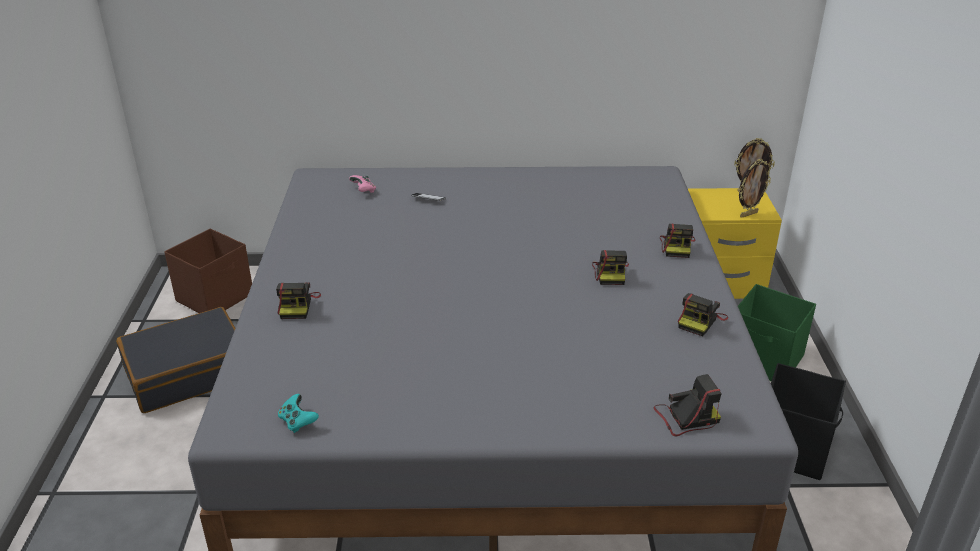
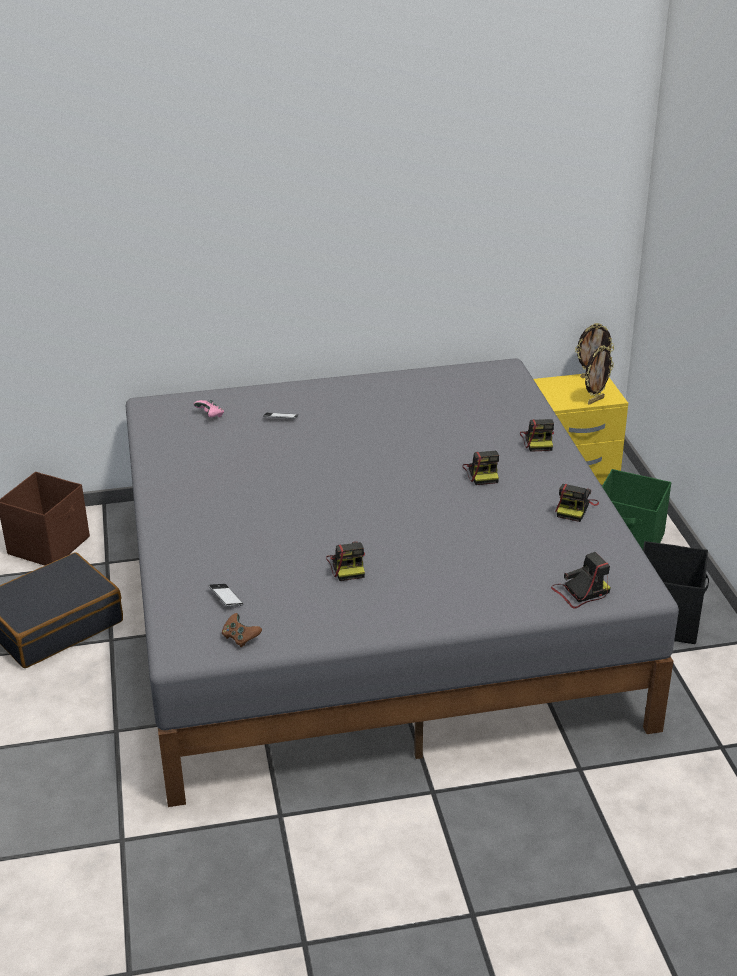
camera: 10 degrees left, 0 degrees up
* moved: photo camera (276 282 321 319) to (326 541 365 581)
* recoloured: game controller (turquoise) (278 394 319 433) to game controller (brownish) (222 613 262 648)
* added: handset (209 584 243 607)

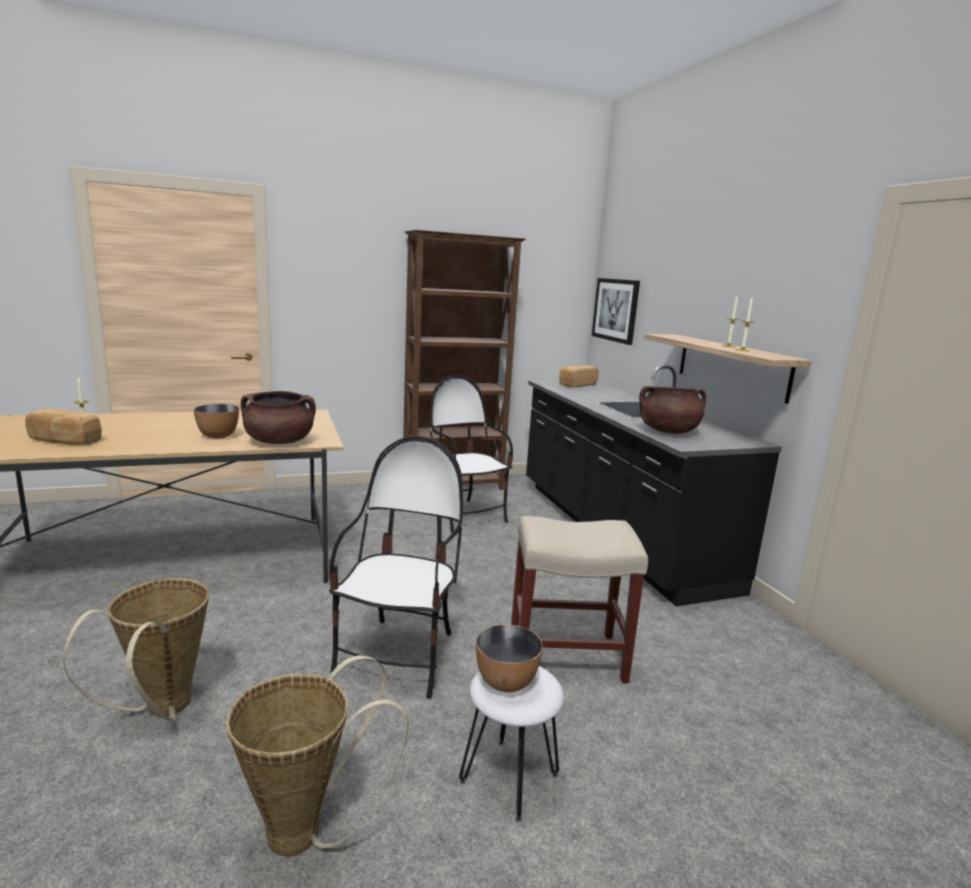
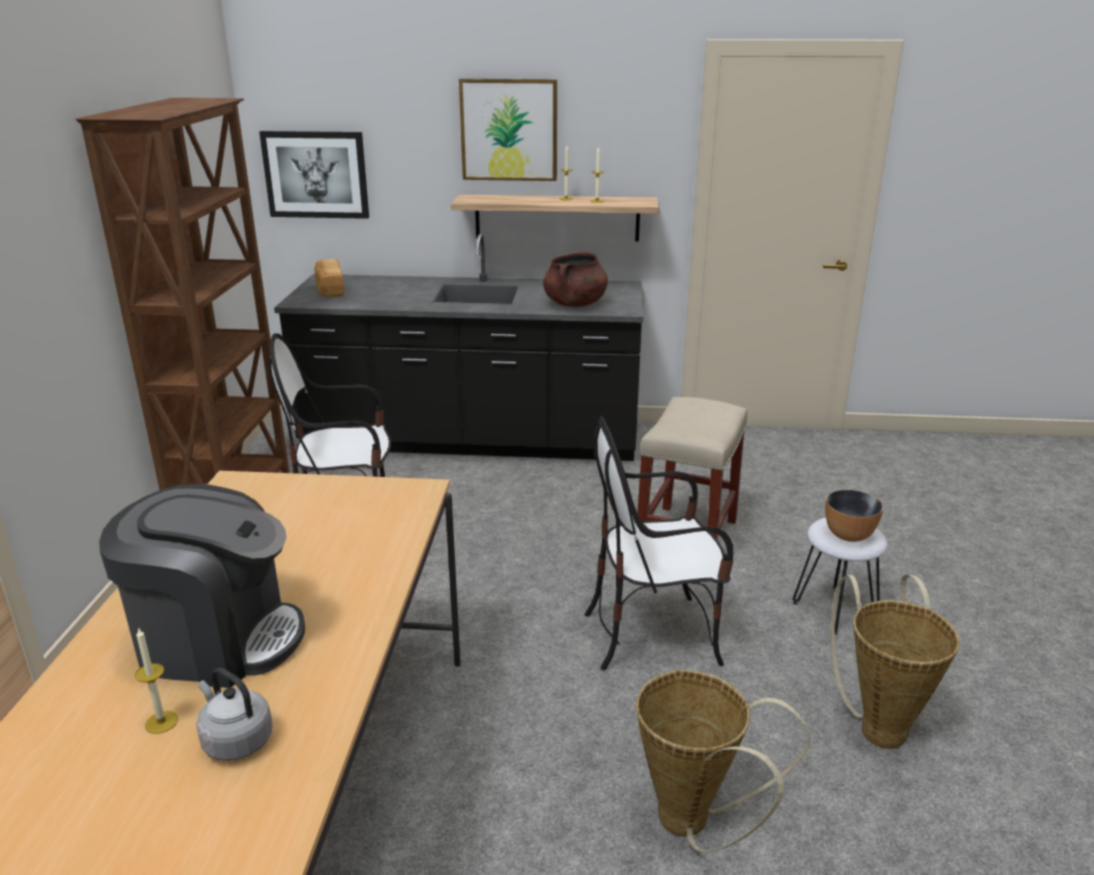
camera: 65 degrees left, 10 degrees up
* removed: stockpot (brownish) (241 391 316 444)
* removed: bowl (194 404 239 439)
* replaced: bakery bread (25 408 101 445) to water kettle (gray) (196 668 273 761)
* turned: upright chair (329 436 463 699) = (584 416 733 670) 45 degrees counterclockwise
* added: wall picture (459 79 557 181)
* added: coffee brewer (99 484 305 688)

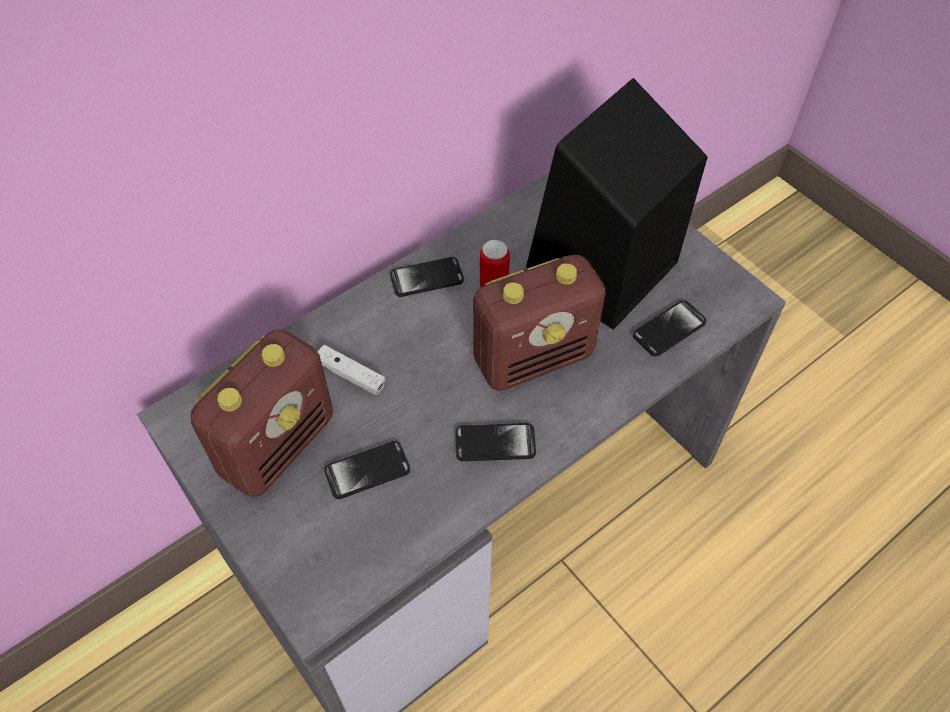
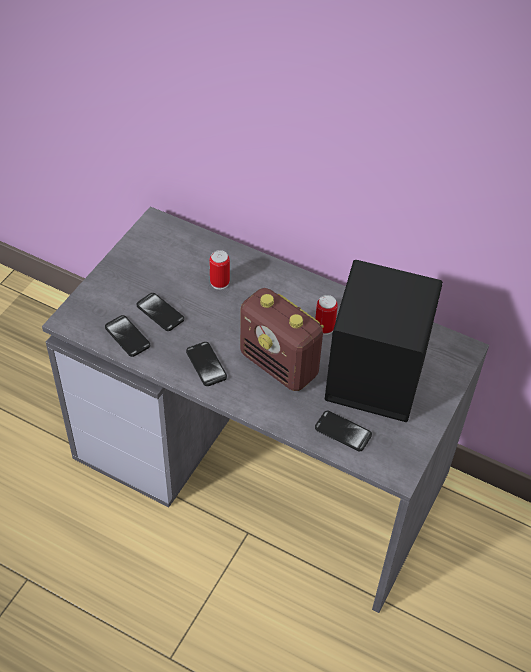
camera: 65 degrees right, 5 degrees down
* moved: handset (390 257 464 297) to (105 315 150 357)
* removed: radio (191 330 333 497)
* replaced: game controller (white-coloured) (317 345 385 395) to metal can (209 250 230 290)

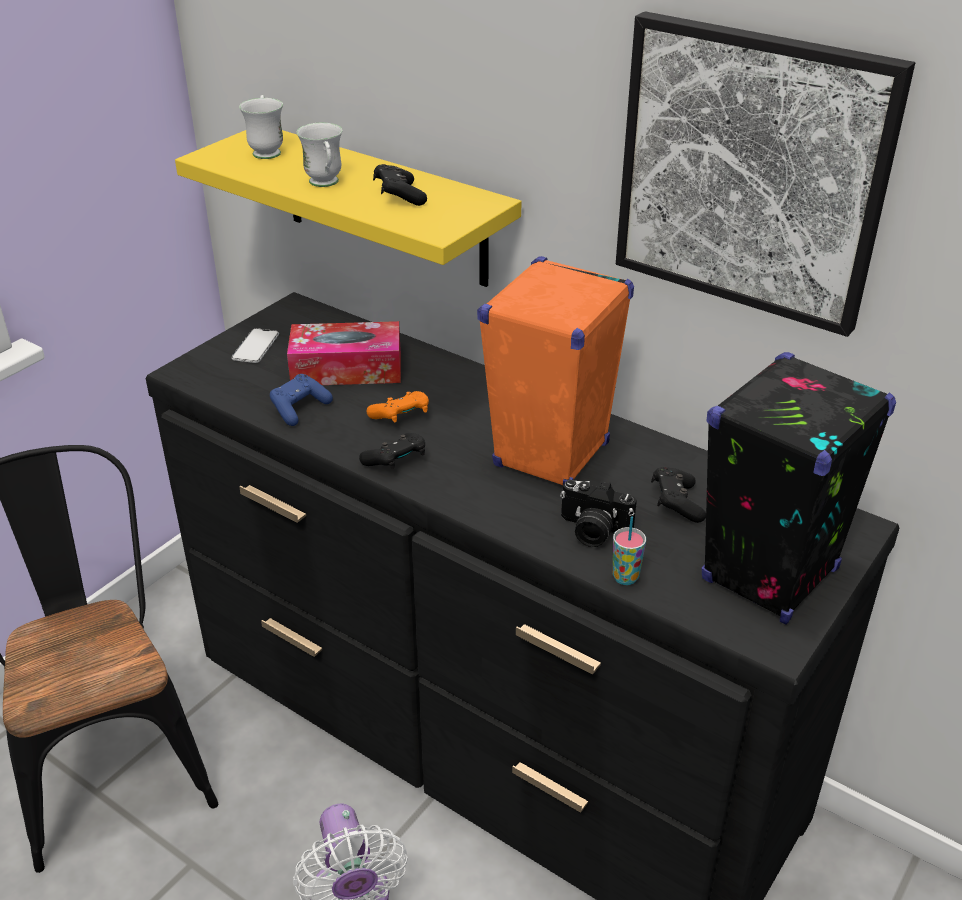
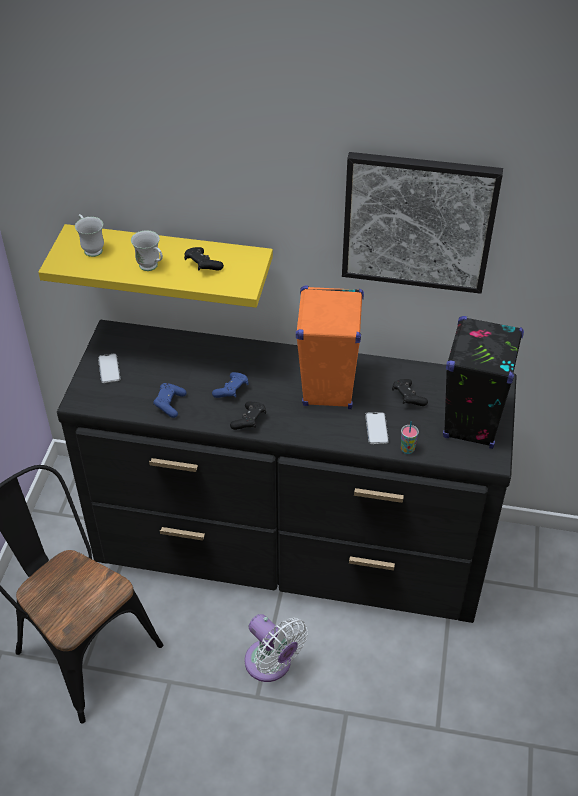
camera: 25 degrees left, 10 degrees up
* removed: tissue box (287 321 401 385)
* recoloured: game controller (orange-coloured) (367 391 429 422) to game controller (blue) (212 372 249 398)
* replaced: photo camera (560 480 637 547) to handset (365 412 389 444)

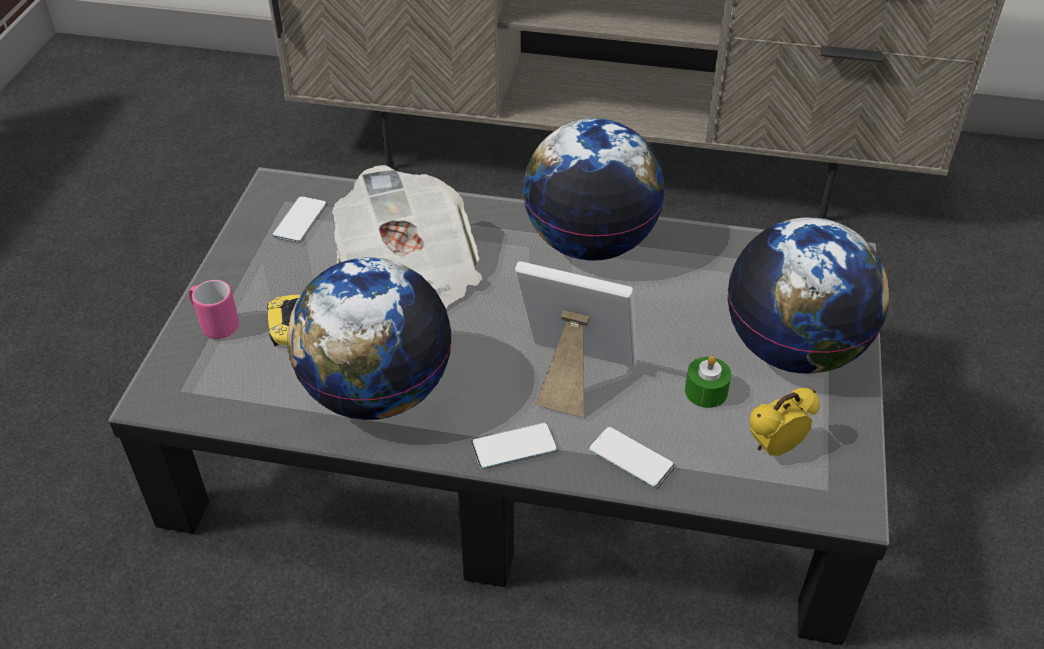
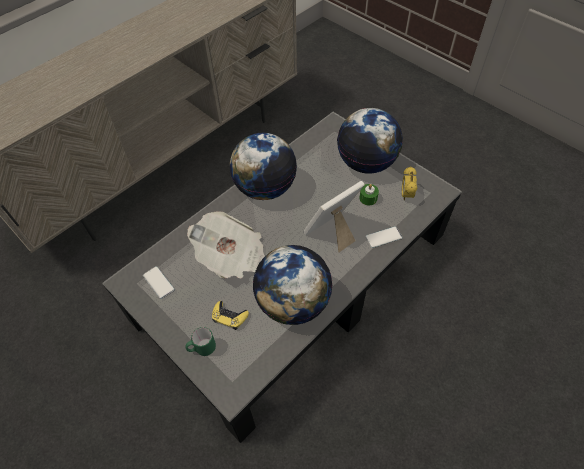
camera: 55 degrees left, 10 degrees up
* recoloured: mug (pinkish) (189 280 239 339) to mug (greenish) (185 327 216 356)
* removed: handset (471 422 557 469)

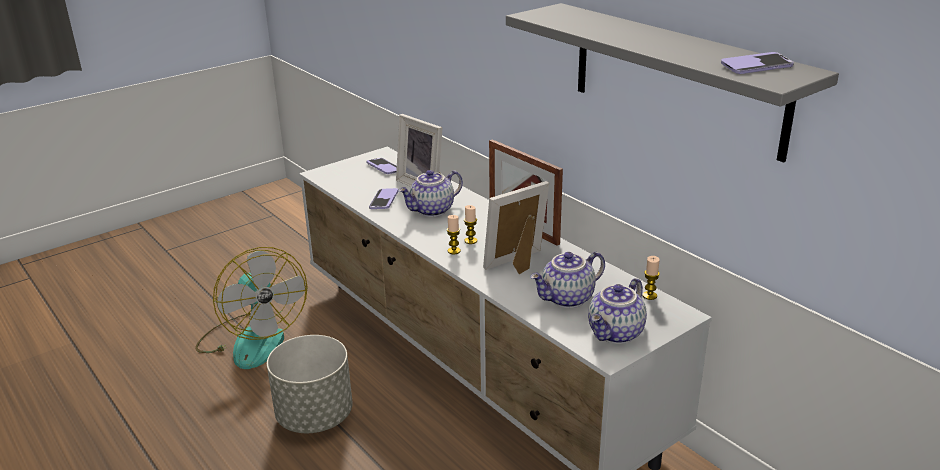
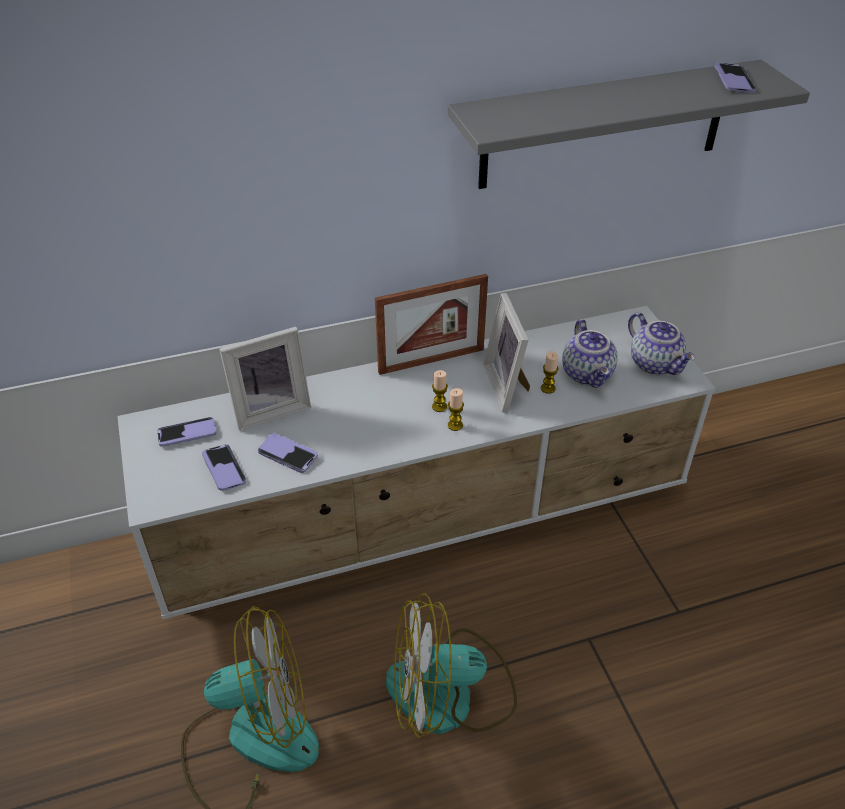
camera: 70 degrees left, 15 degrees up
* removed: pot for tea (398 170 463 217)
* moved: wax candle (642 256 660 300) to (541 351 559 394)
* replaced: planter (gray) (267 335 353 433) to fan (386 593 517 739)
* added: handset (202 444 246 491)

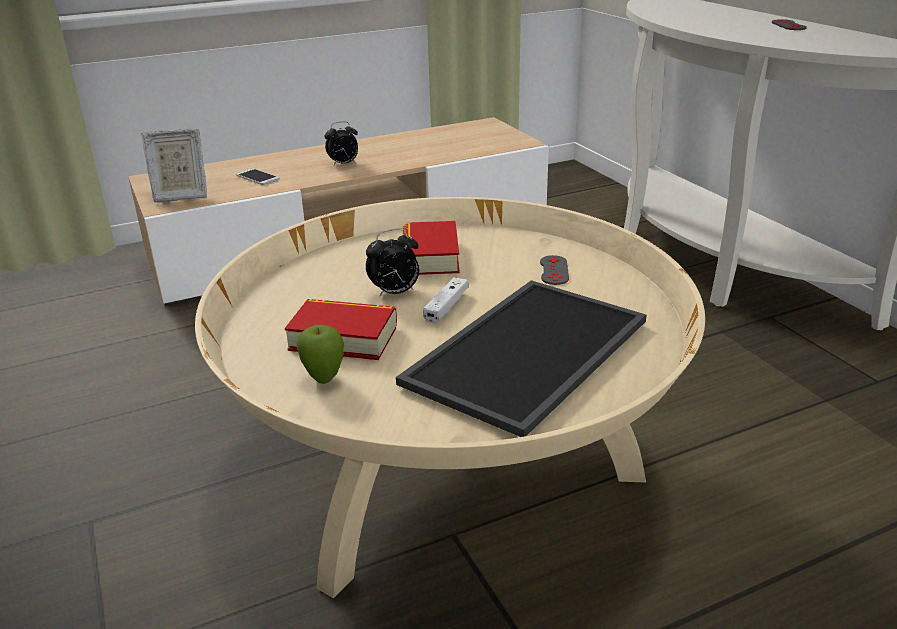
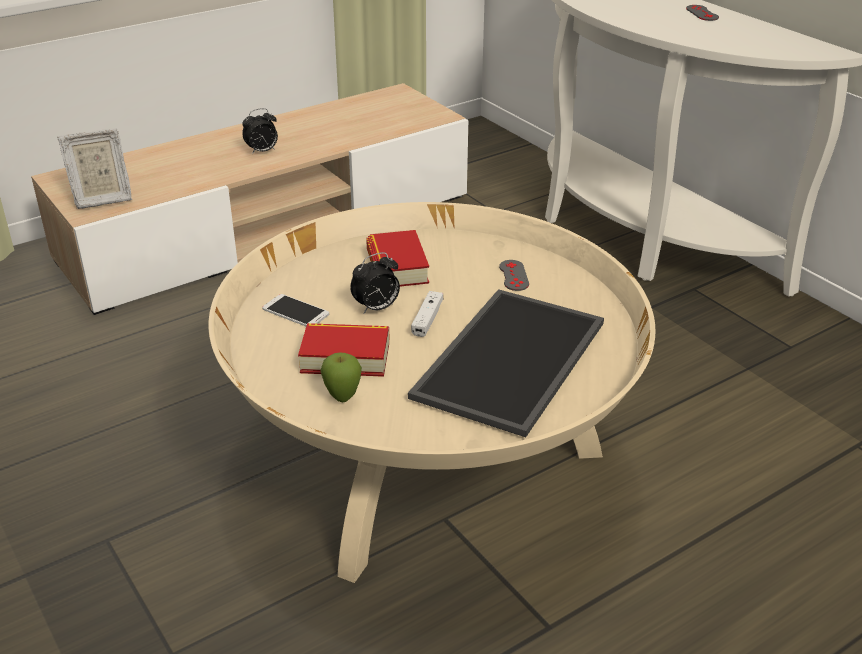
camera: 10 degrees left, 5 degrees up
* moved: handset (236 168 279 185) to (262 294 329 326)

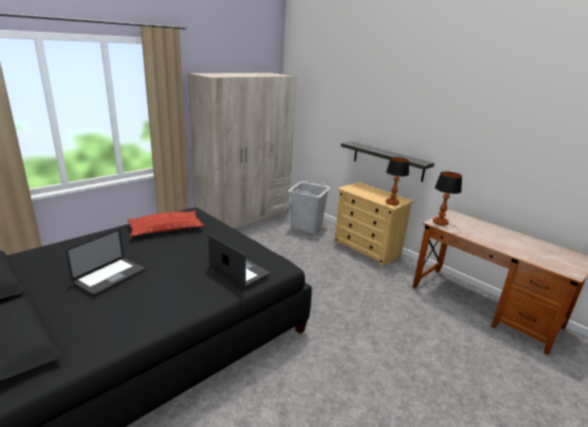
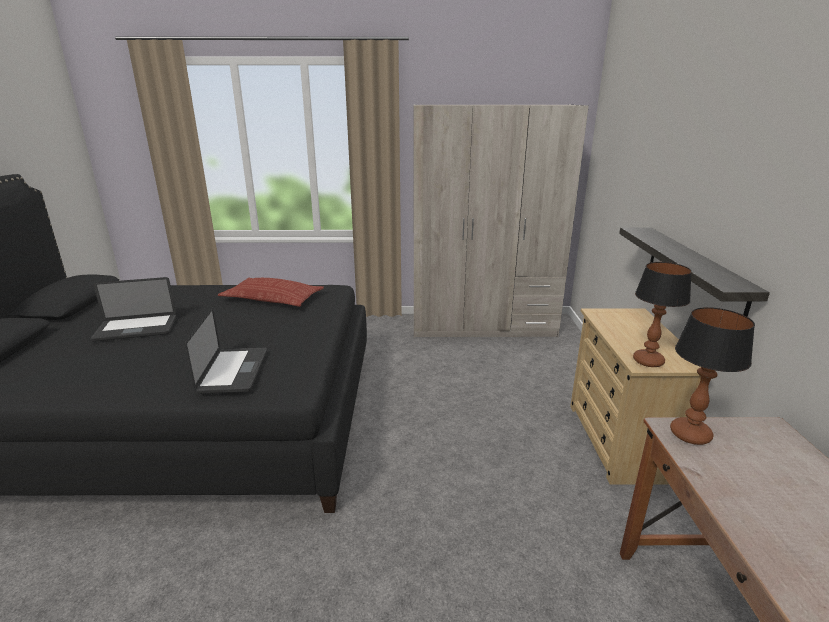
camera: 45 degrees right, 0 degrees up
* removed: hamper (gray) (288 181 331 234)

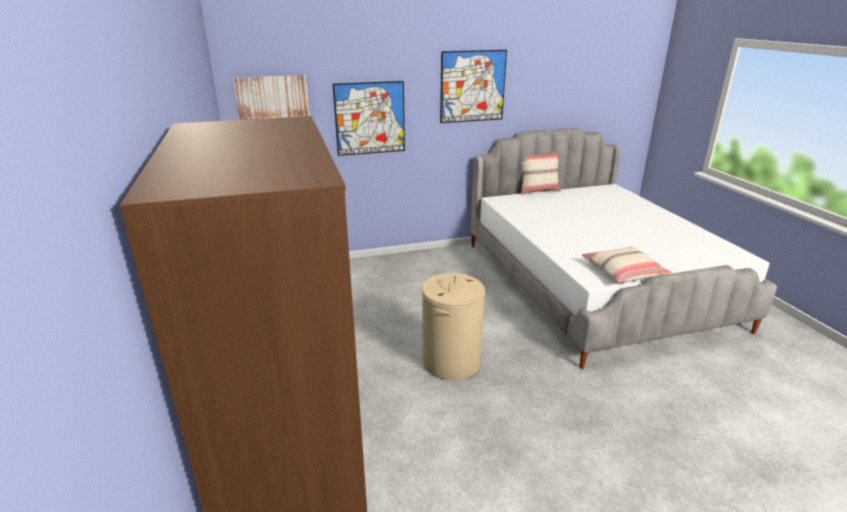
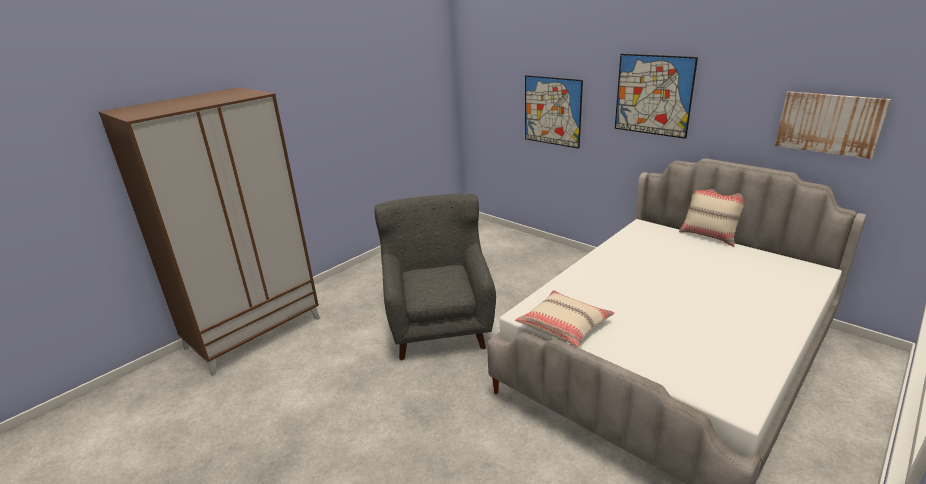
camera: 60 degrees right, 0 degrees up
* moved: wall picture (233 75 310 120) to (775 91 891 159)
* replaced: hamper (beige) (422 273 485 380) to armchair (gray) (374 194 496 360)

